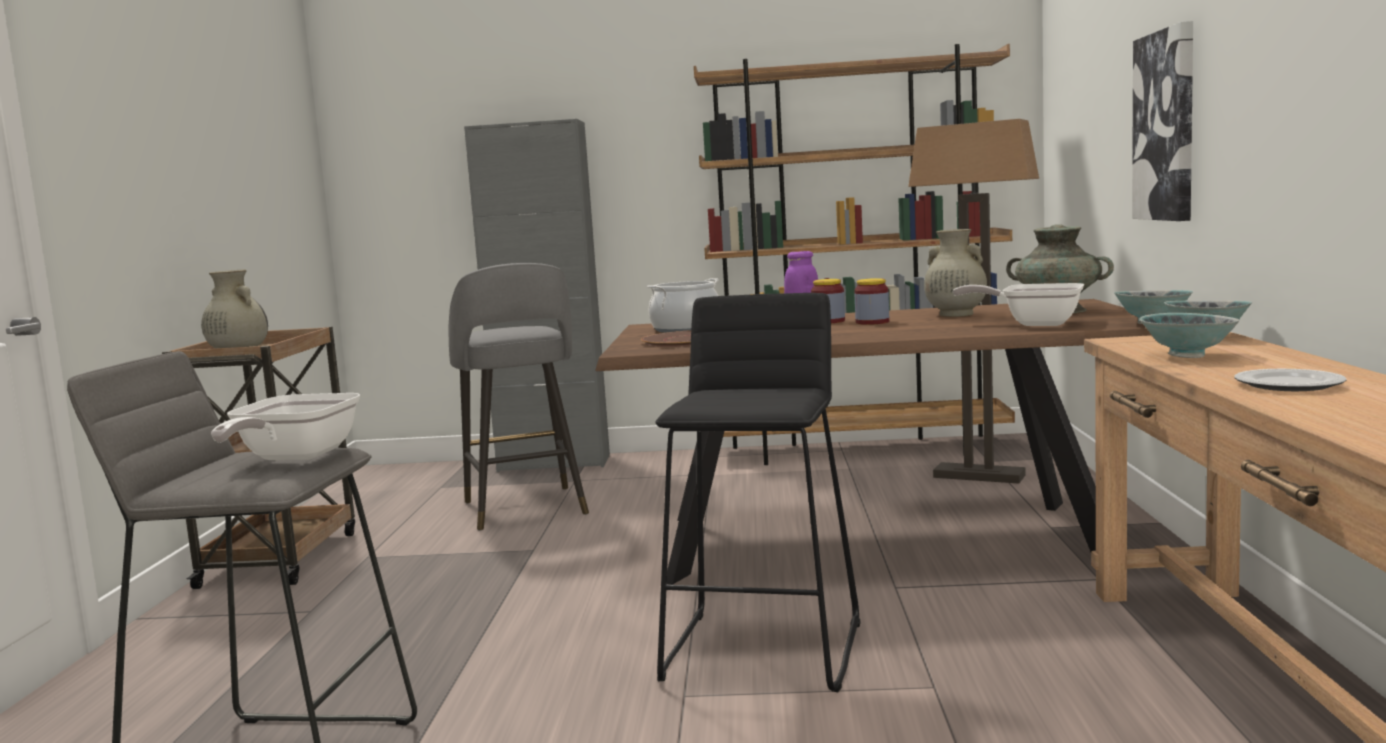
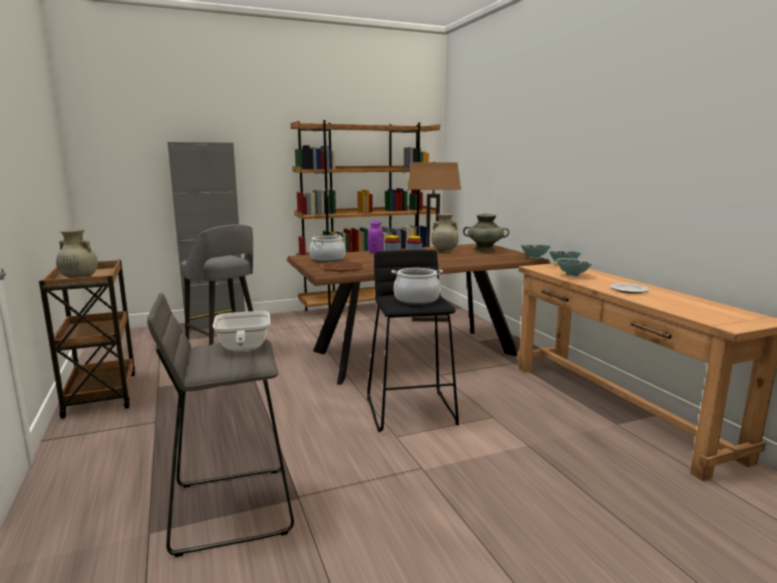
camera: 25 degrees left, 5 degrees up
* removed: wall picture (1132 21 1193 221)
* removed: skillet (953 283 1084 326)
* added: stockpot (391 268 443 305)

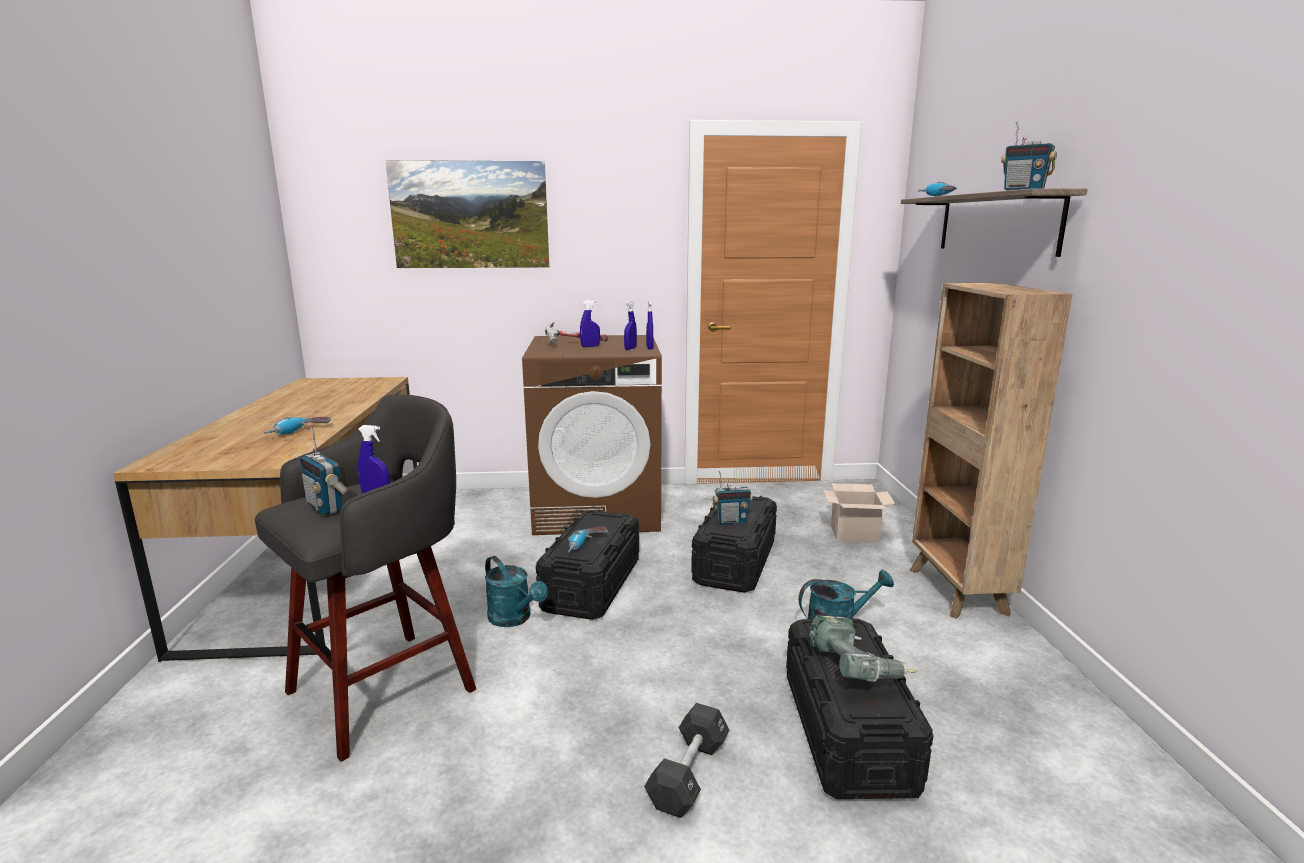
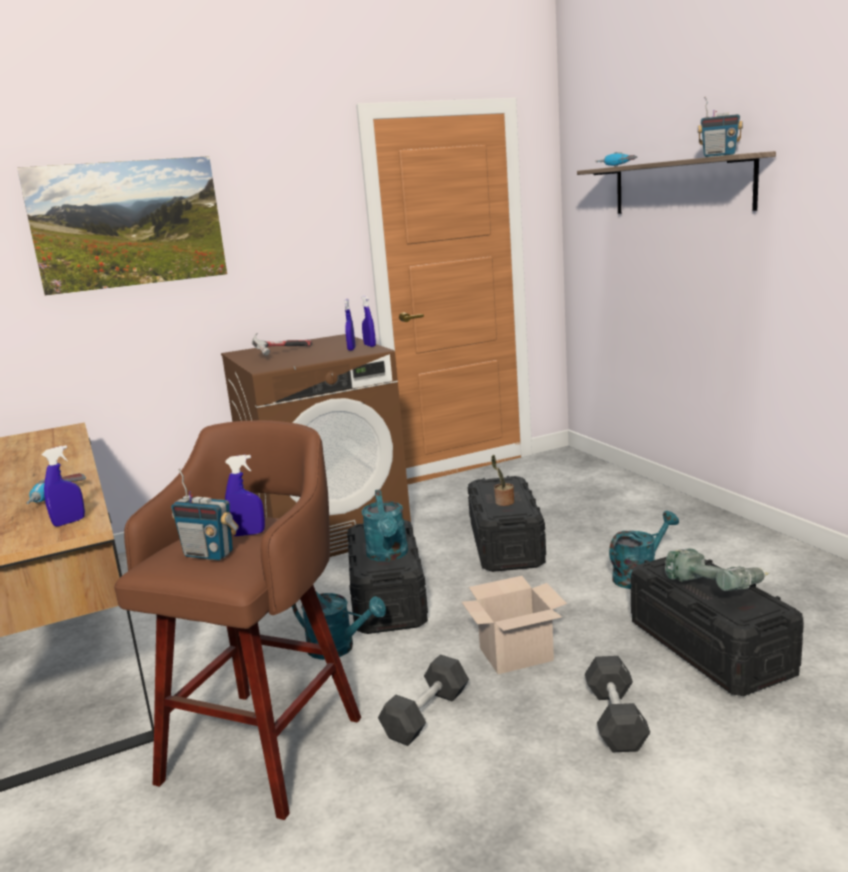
camera: 20 degrees left, 0 degrees up
* removed: bookcase (brownish) (910 283 1073 619)
* moved: spray bottle (blue) (580 300 600 347) to (42 445 85 527)
* recoloured: stool (gray) (255 394 476 762) to stool (brownish) (114 420 361 820)
* replaced: radio (713 471 753 524) to plant in a pot (491 455 514 506)
* moved: cardboard box (823 483 895 542) to (462 576 567 674)
* replaced: drill (568 526 608 552) to watering can (turquoise) (362 489 408 562)
* added: free weight (black) (378 655 469 746)

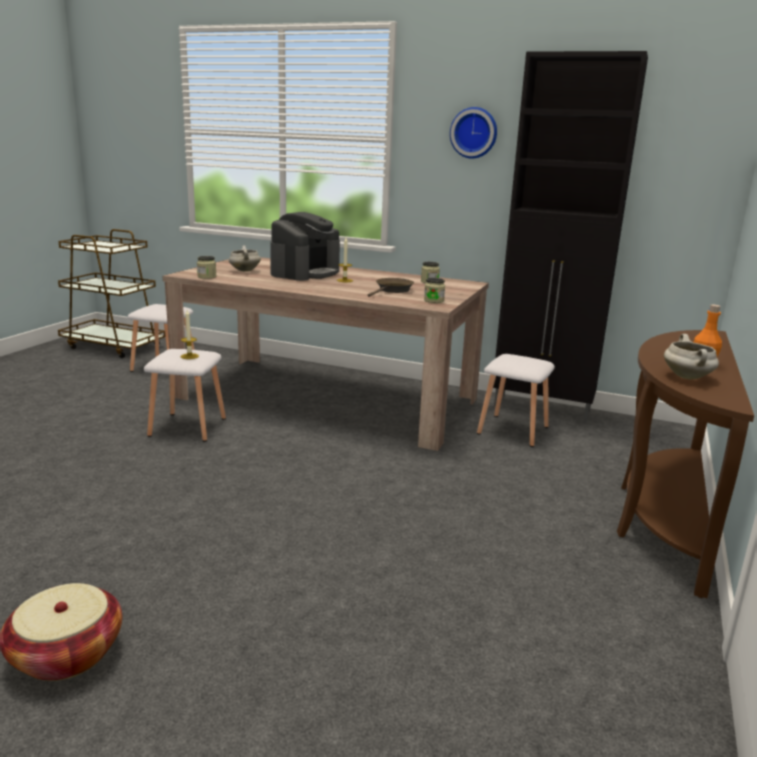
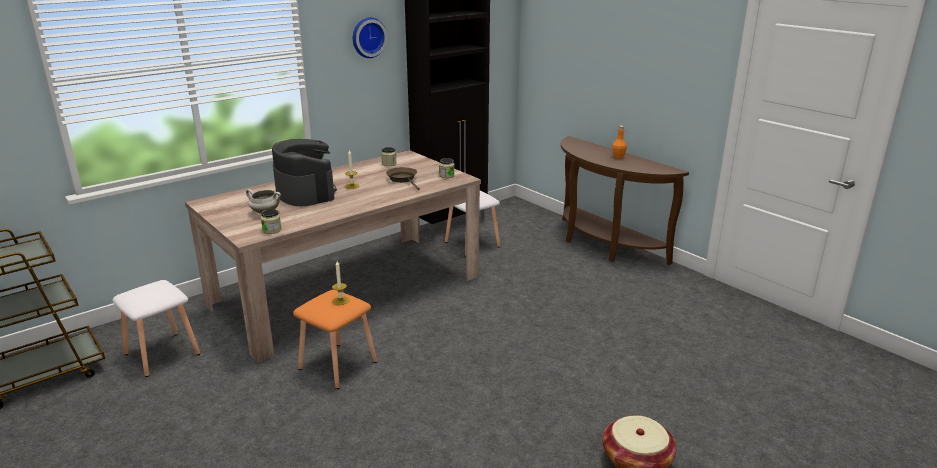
camera: 60 degrees left, 5 degrees up
* removed: stockpot (white-coloured) (664 334 719 379)
* recoloured: stool (white-coloured) (144 349 226 442) to stool (orange-coloured) (293 290 377 389)

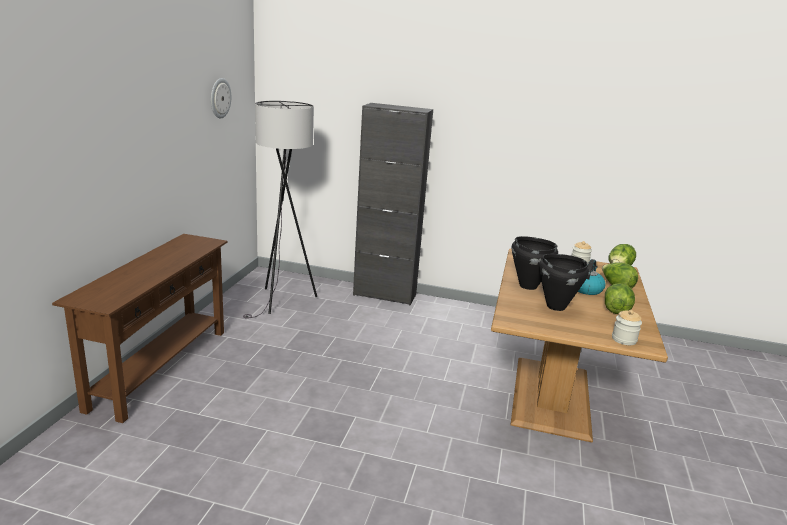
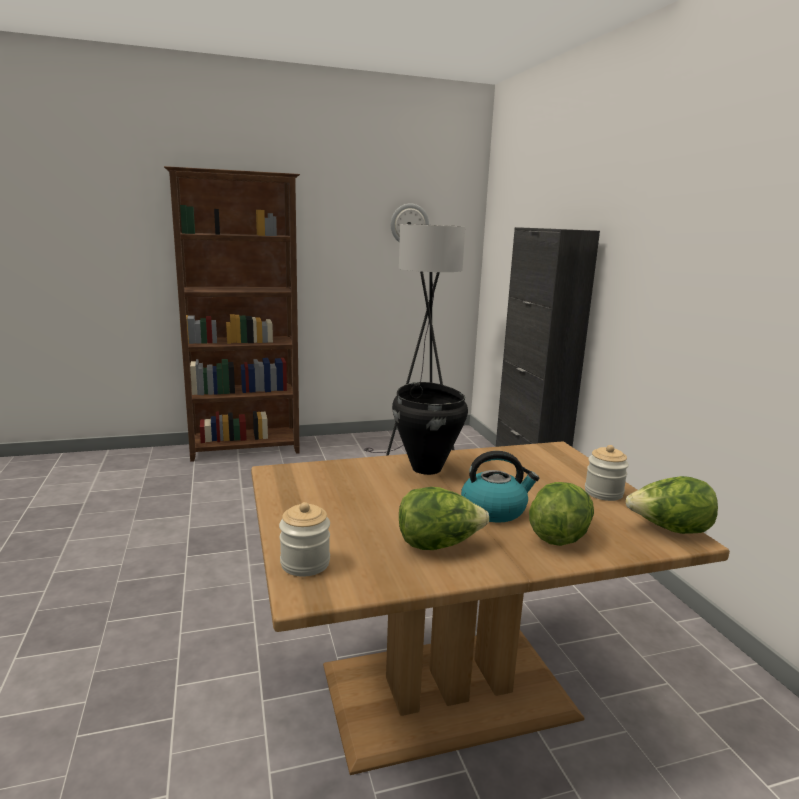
camera: 60 degrees right, 5 degrees down
* replaced: narrow table (brownish) (52 234 227 423) to bookcase (brownish) (164 166 300 462)
* removed: stockpot (black) (539 254 589 311)

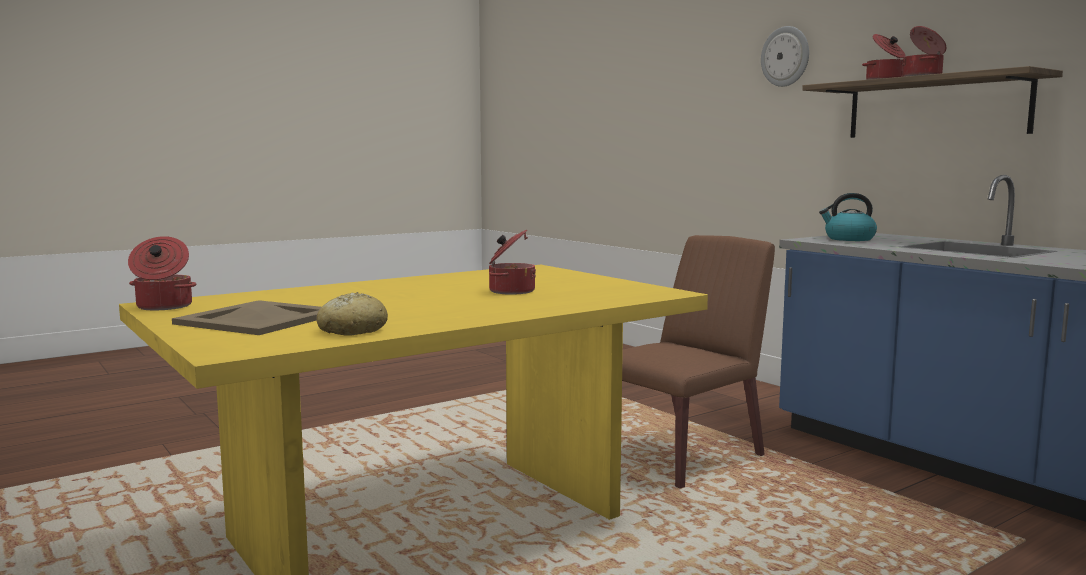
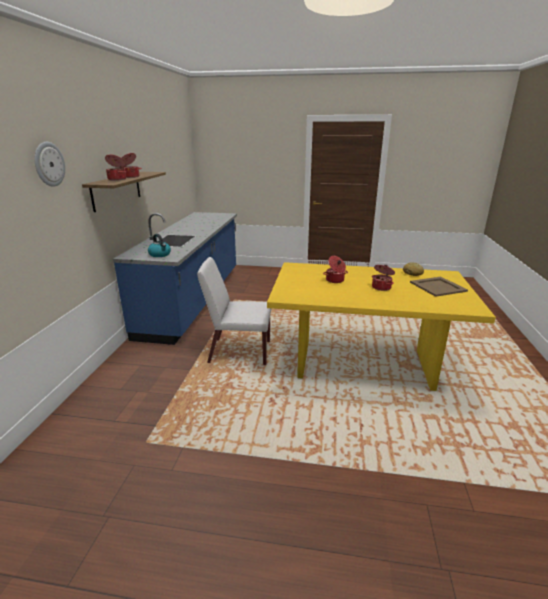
camera: 135 degrees left, 15 degrees up
* recoloured: upright chair (brownish) (622 235 775 489) to upright chair (white-coloured) (197 257 272 365)
* moved: stockpot (128 236 196 310) to (372 265 395 291)

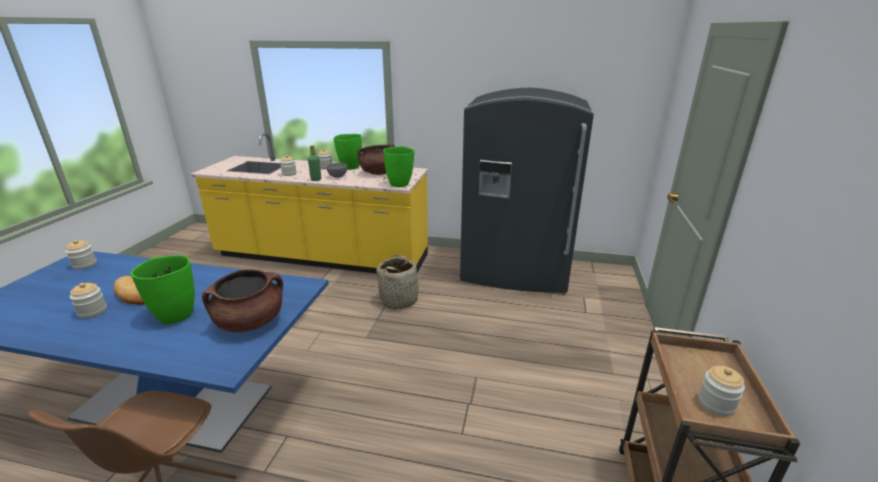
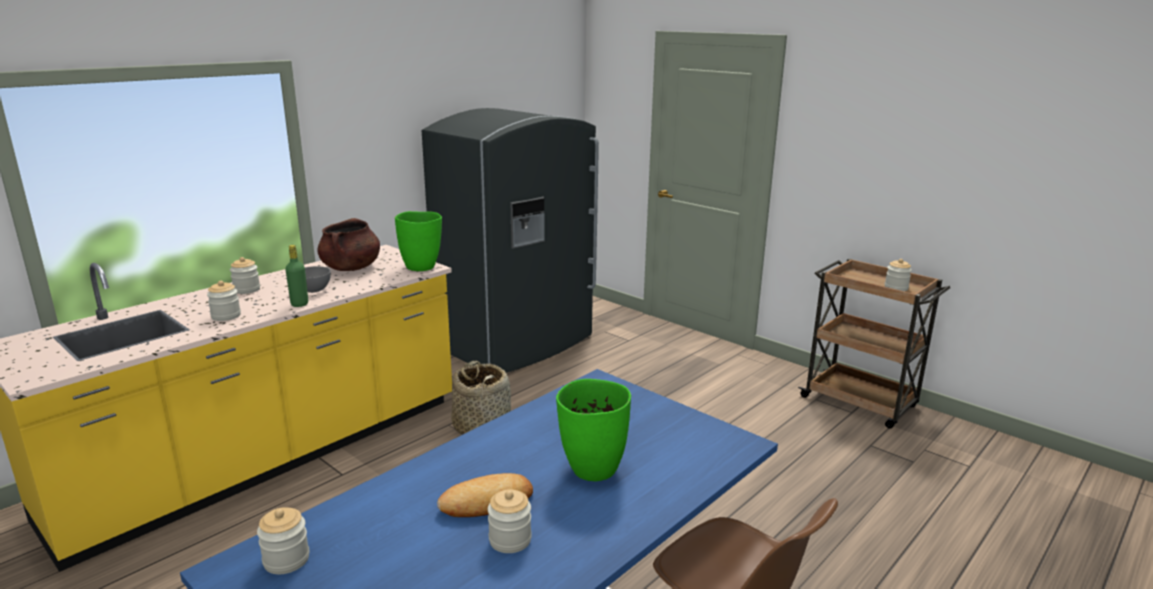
camera: 60 degrees left, 5 degrees down
* removed: flower vase (greenish) (334 134 362 170)
* removed: stockpot (brownish) (202 269 283 332)

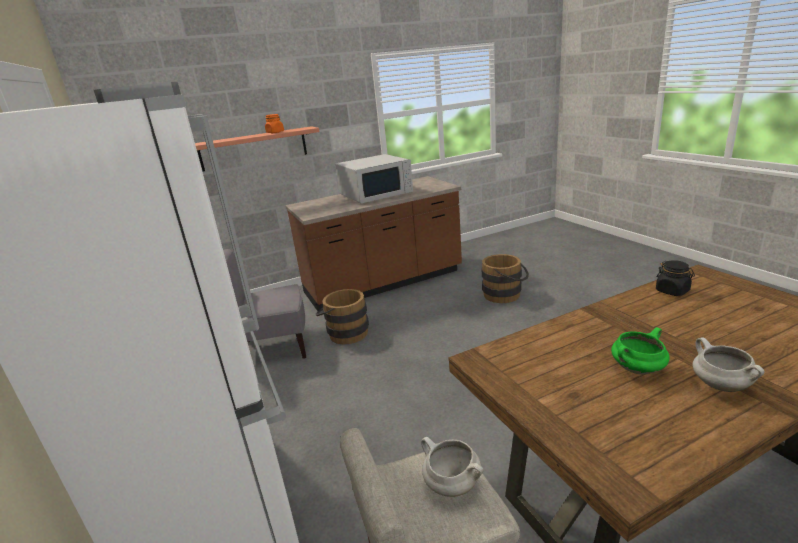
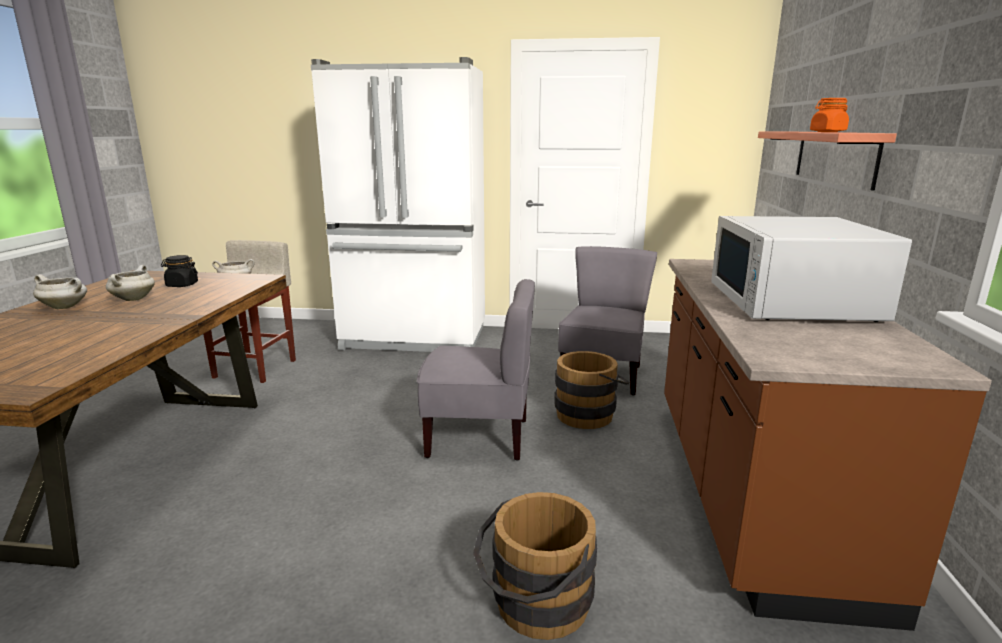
camera: 120 degrees right, 5 degrees down
* moved: preserve jar (black) (656 260 695 296) to (161 255 198 287)
* recoloured: stockpot (greenish) (611 327 670 375) to stockpot (white-coloured) (106 265 155 301)
* added: upright chair (gray) (417 279 535 460)

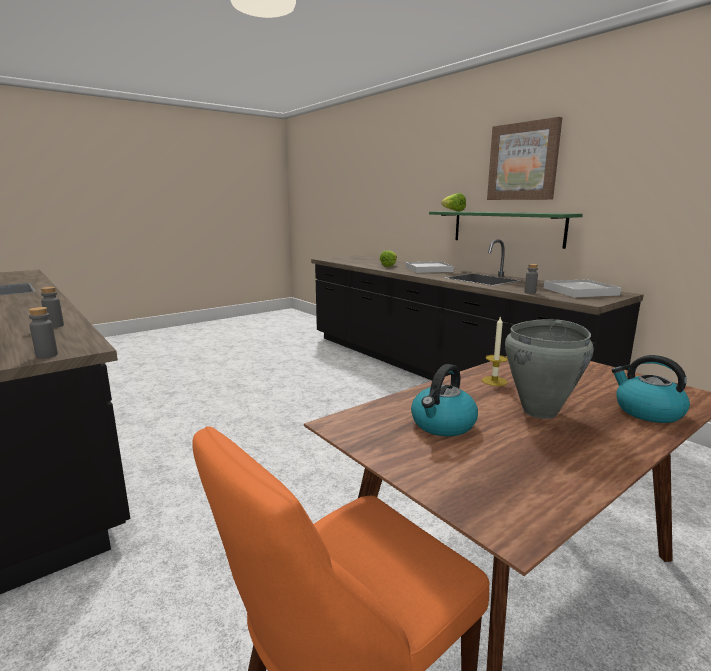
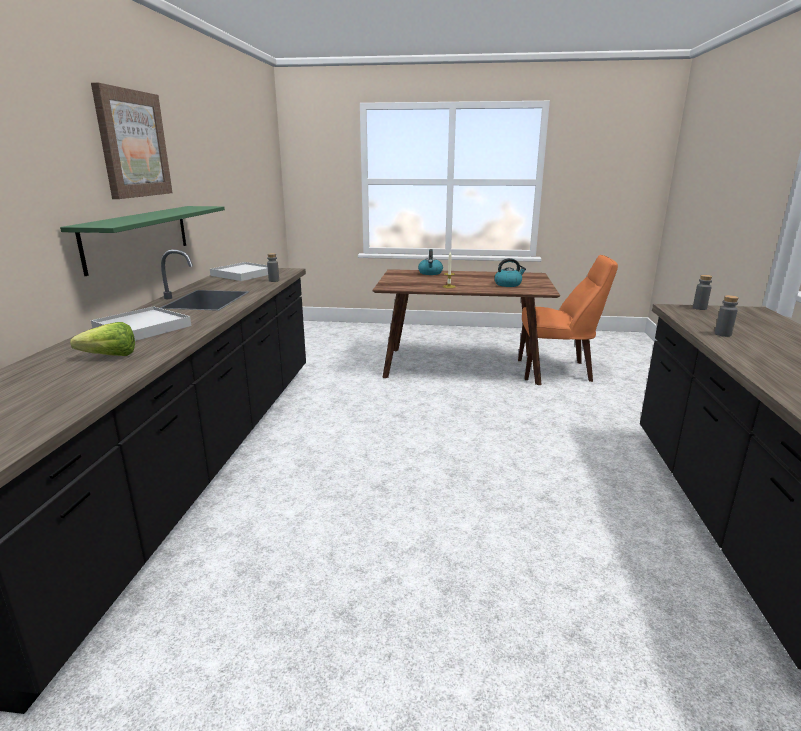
camera: 135 degrees left, 5 degrees up
* removed: head of lettuce (441 193 466 212)
* removed: stockpot (gray) (505 319 594 419)

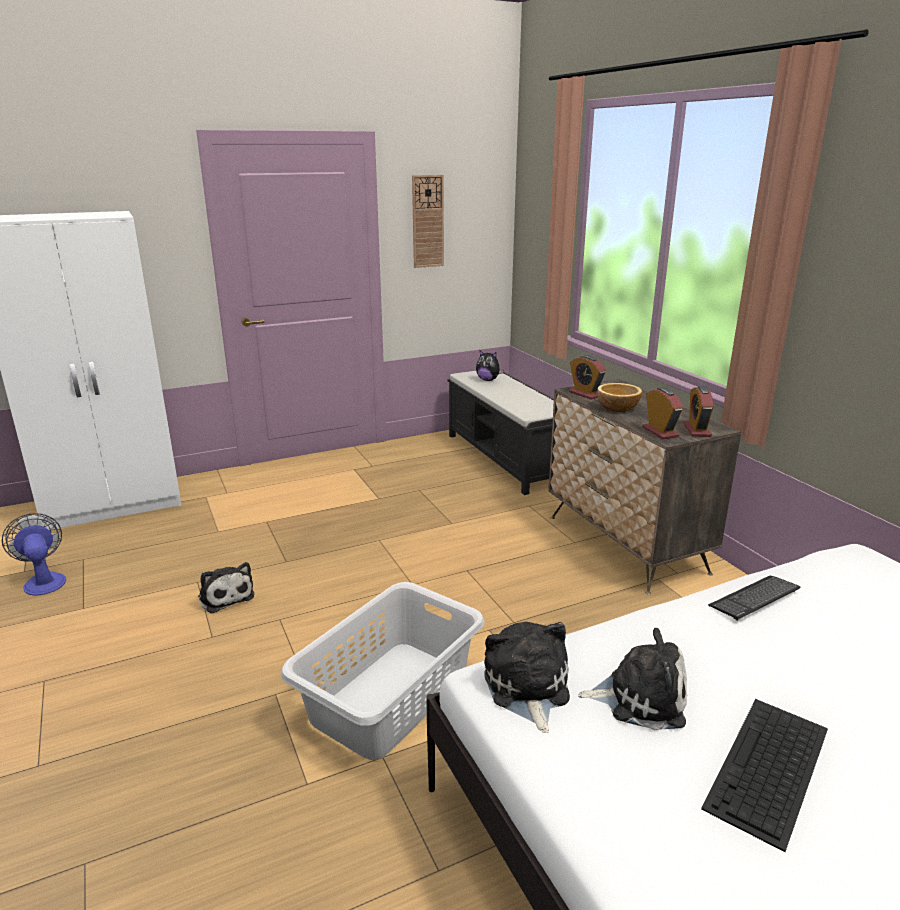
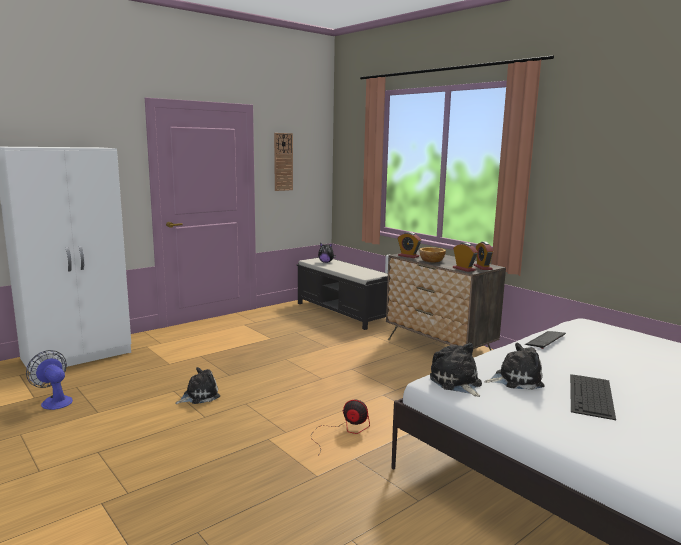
camera: 15 degrees left, 10 degrees down
* turned: soft toy (198 562 255 613) = (175 367 220 404) 75 degrees counterclockwise
* replaced: hamper (gray) (281 582 485 760) to fan (311 399 370 454)

